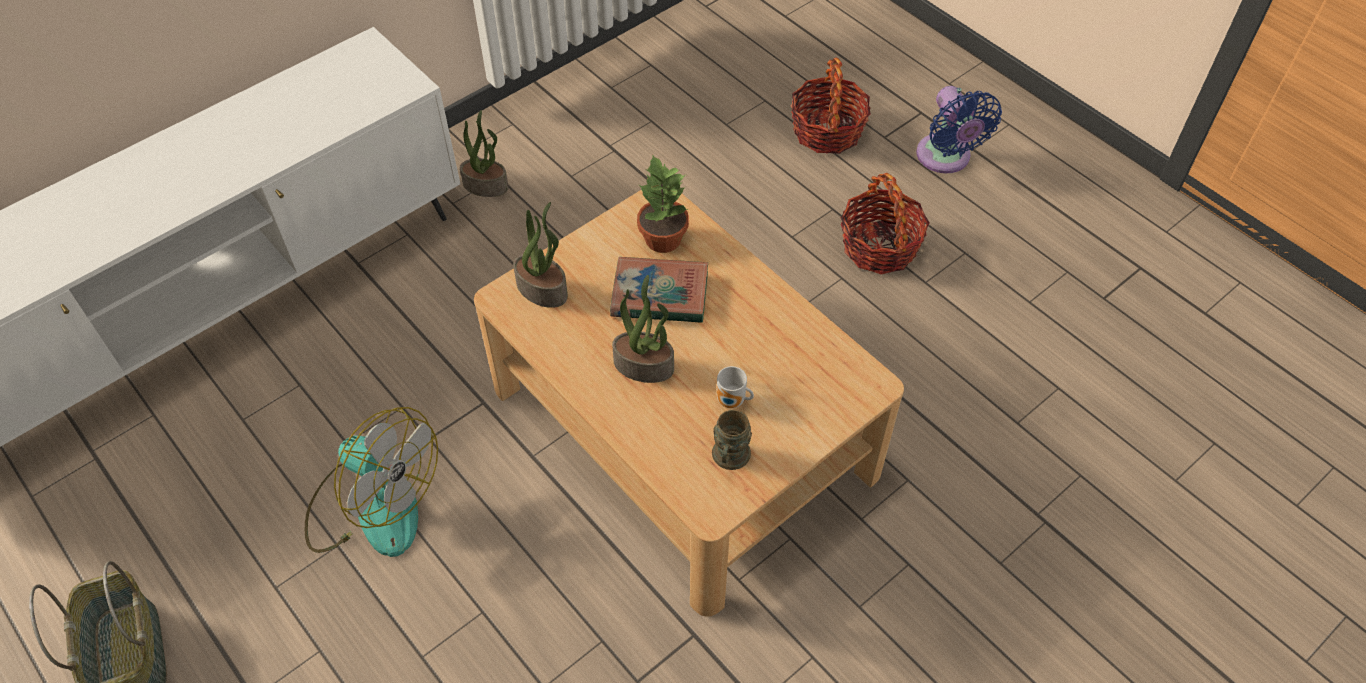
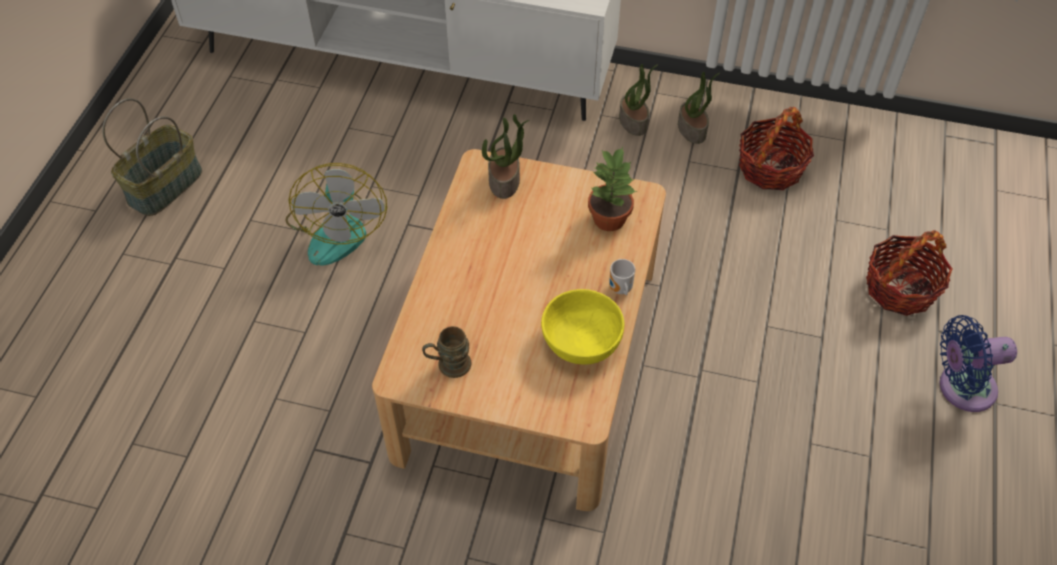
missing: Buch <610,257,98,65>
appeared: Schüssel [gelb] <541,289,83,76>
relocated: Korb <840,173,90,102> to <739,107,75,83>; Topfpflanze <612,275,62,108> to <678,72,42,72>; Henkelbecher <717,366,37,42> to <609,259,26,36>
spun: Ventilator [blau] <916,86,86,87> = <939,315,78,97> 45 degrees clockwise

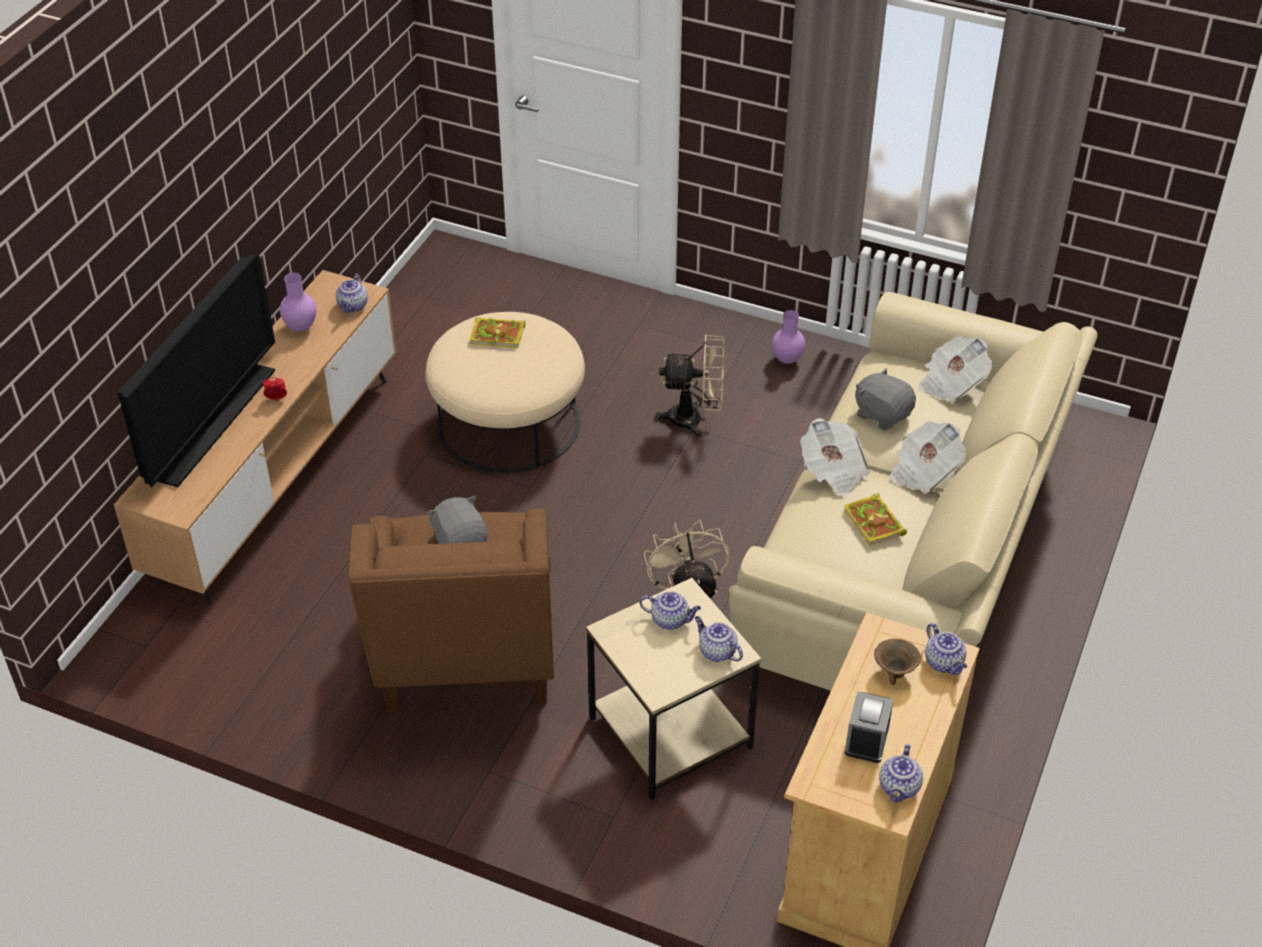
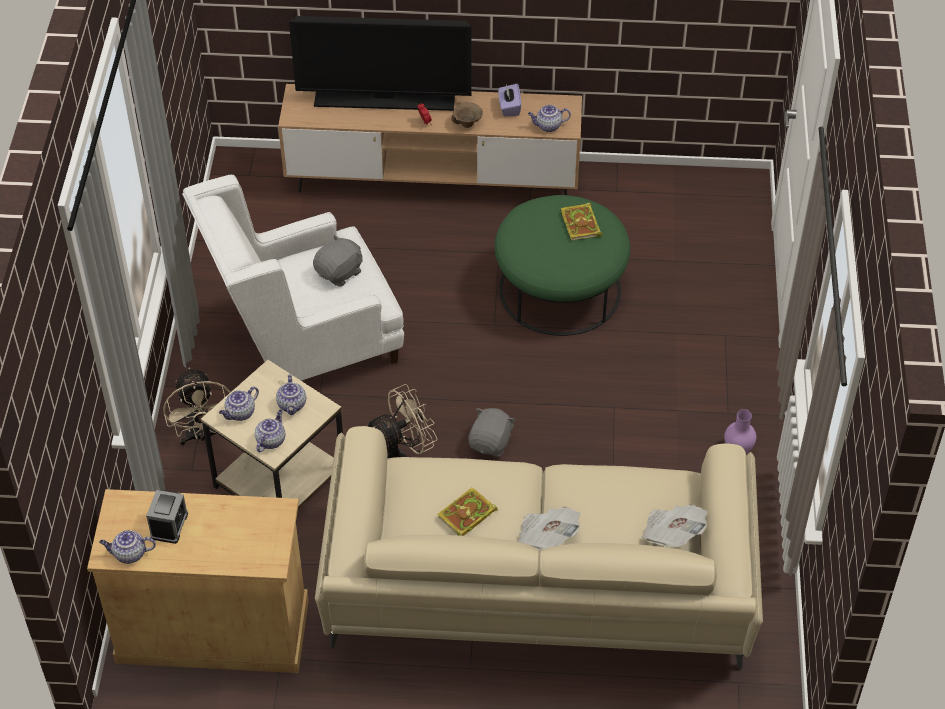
missing: Zeitung <800,418,70,79>
relocated: Ventilator [beige] <655,334,70,104> to <163,367,67,78>; Plüschtier [grau] <855,368,61,62> to <468,408,47,49>; Teekanne <925,623,42,52> to <219,387,40,34>; Schüssel [braun] <874,638,47,47> to <451,102,32,26>
exchanged: Vase [lila] <280,273,36,59> to Taschentuchbox [lila] <498,84,23,32>
colour: Polsterhocker [beige] <425,312,160,161> to Polsterhocker [grün] <495,195,135,141>; Sessel [braun] <348,509,206,203> to Sessel [weiß] <182,175,222,206>
spun: Wecker <845,691,48,72> = <146,490,42,54> 105 degrees clockwise

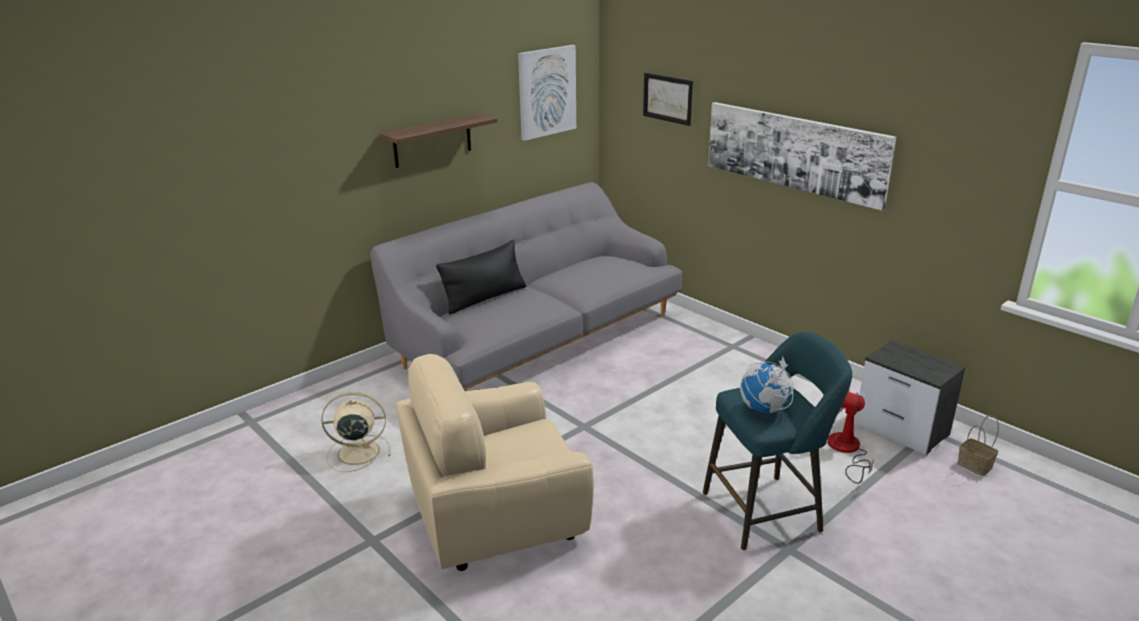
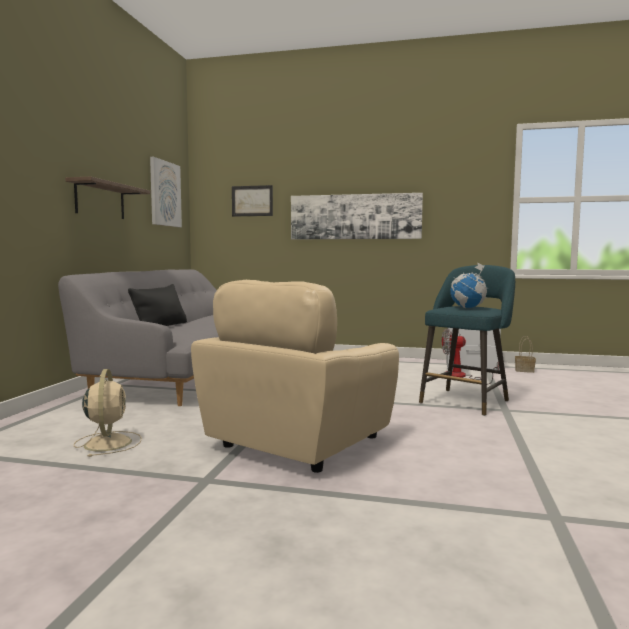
spun: Ventilator [beige] <321,392,70,80> = <73,369,69,88> 120 degrees clockwise

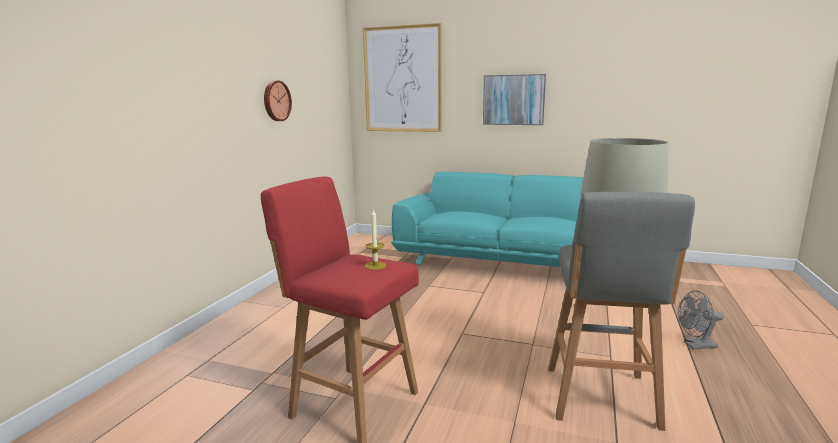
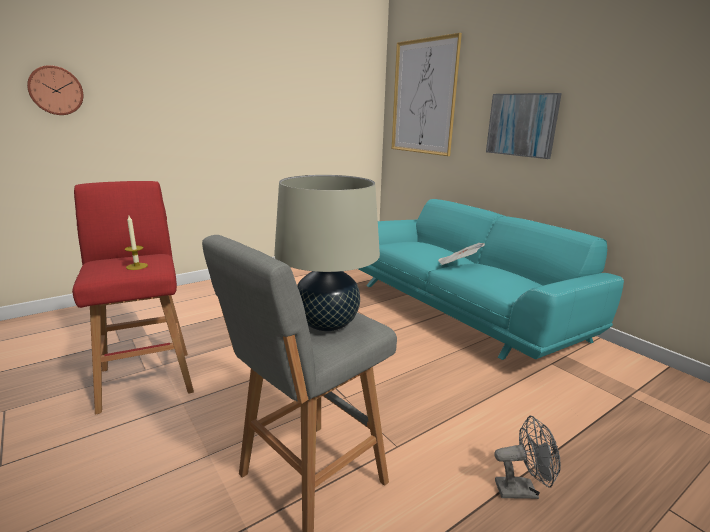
appeared: Zeitung <438,243,47,22>
relocated: Wanduhr <264,81,28,40> to <27,65,56,50>
spun: Ventilator [grau] <678,291,46,59> = <494,416,67,83> 150 degrees clockwise

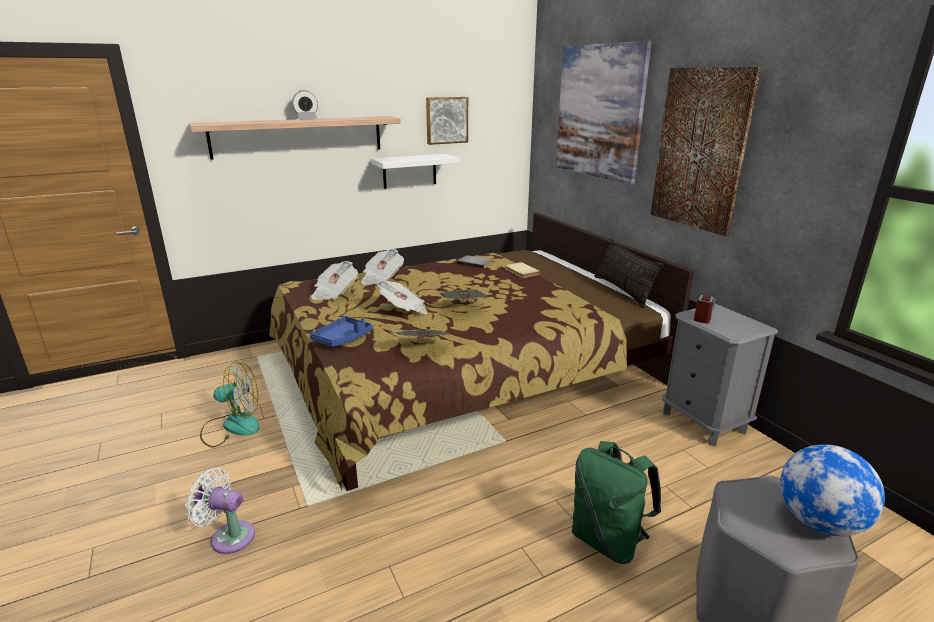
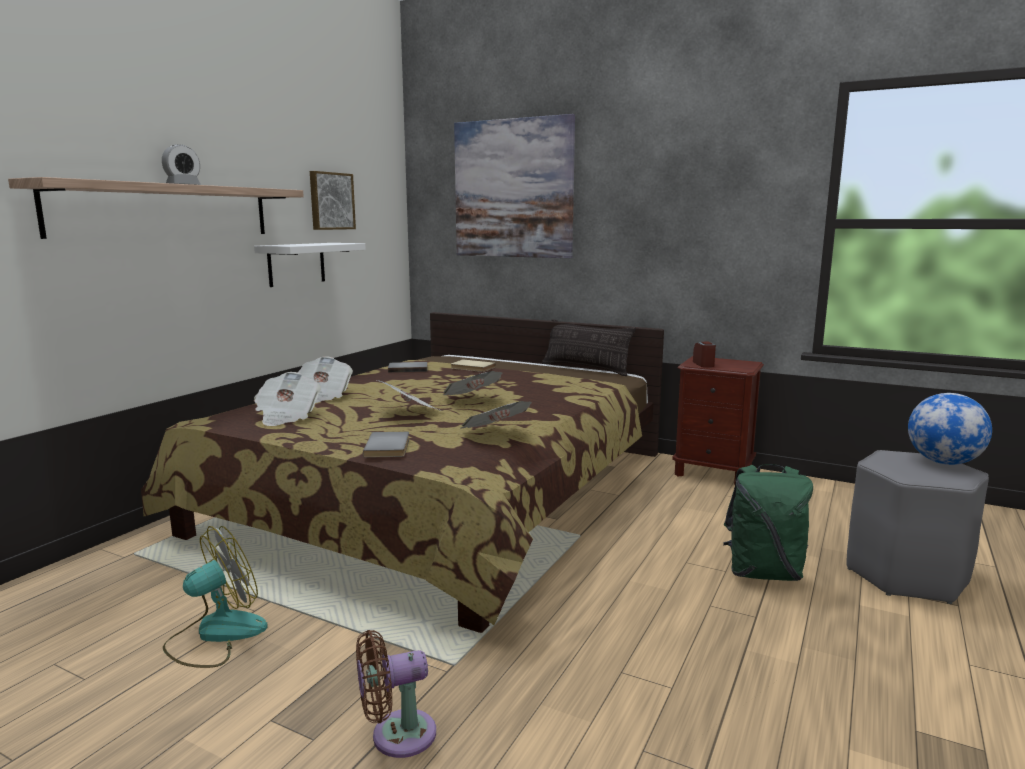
missing: Bild <651,67,110,169>
exchanged: Tablett [blau] <310,316,63,31> to Buch [grau] <363,432,46,26>
colour: Nachttisch [grau] <662,304,116,142> to Nachttisch [braun] <672,356,92,129>; Ventilator [weiß] <185,468,70,86> to Ventilator [braun] <356,630,80,128>

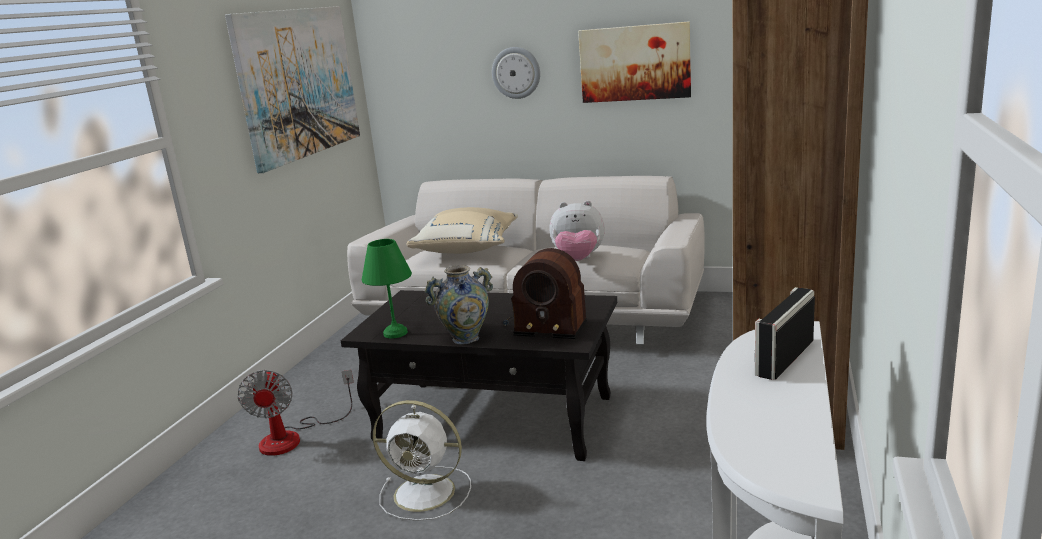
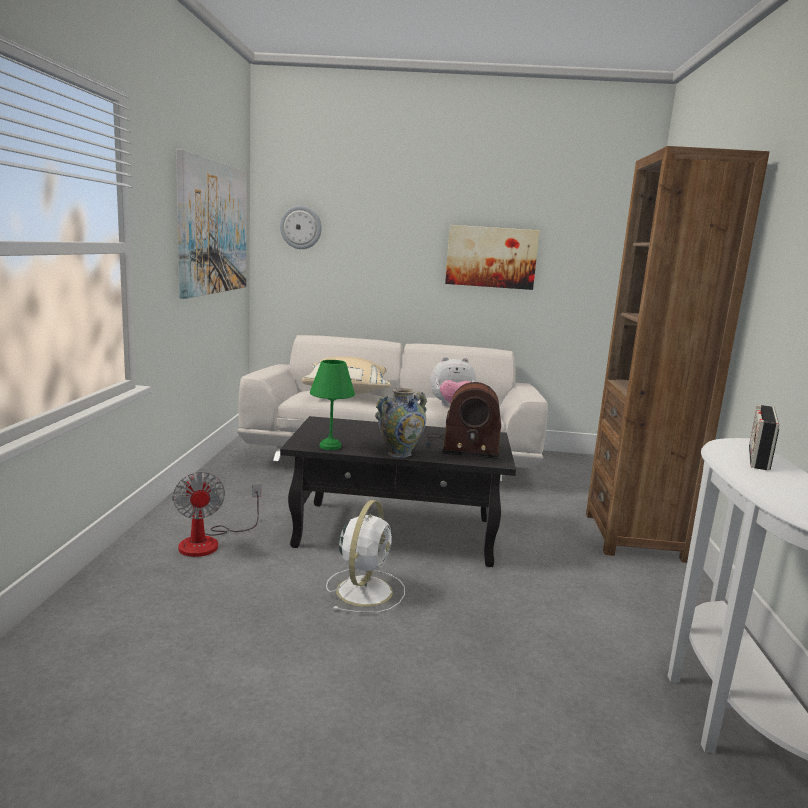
relocated: Wanduhr <492,47,48,52> to <280,205,42,44>
spun: Ventilator [weiß] <373,400,98,121> = <326,500,79,113> 75 degrees counterclockwise

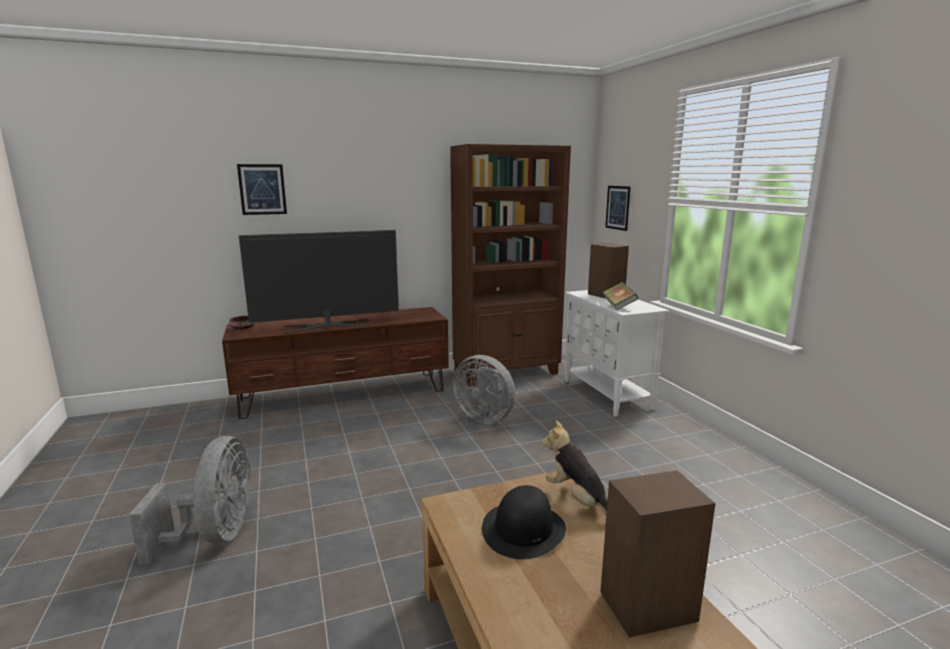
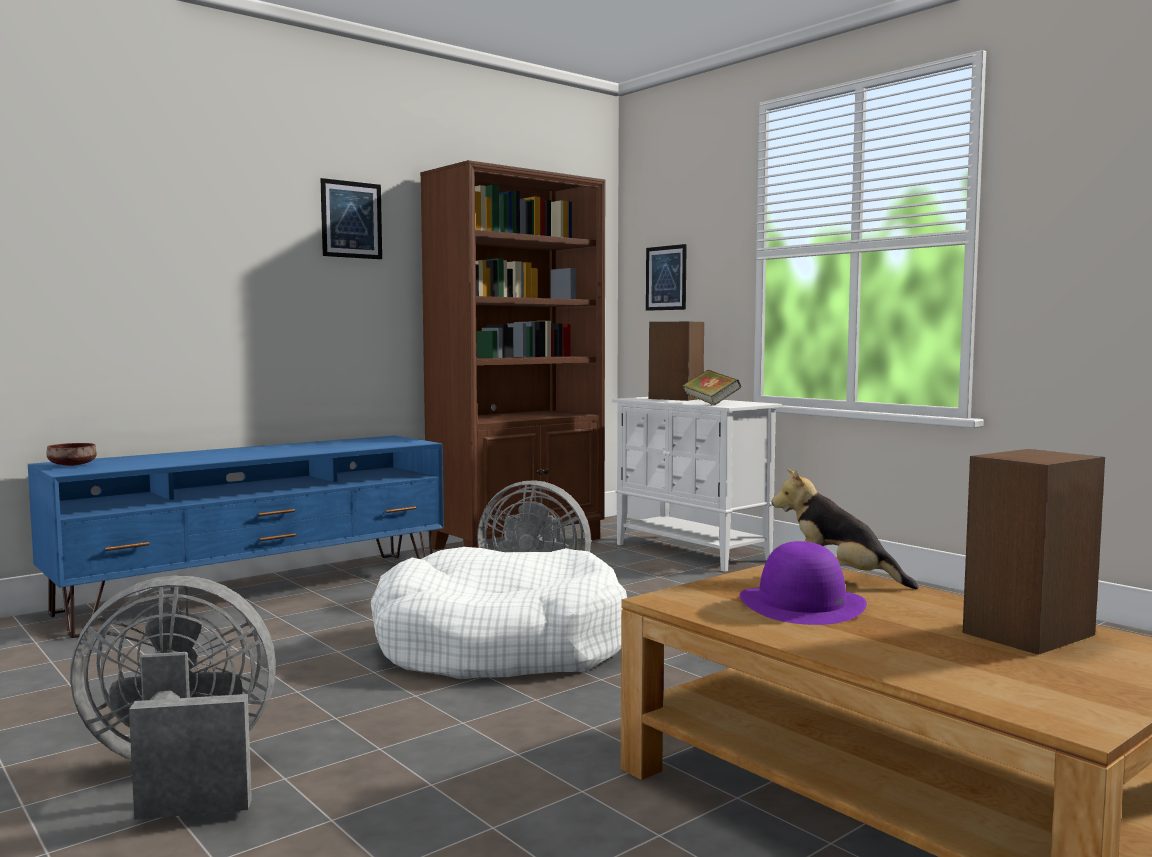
missing: Fernseher <239,230,160,104>
appeared: Hundebett [weiß] <370,547,257,132>
relocated: Bild <237,164,50,51> to <321,178,61,81>
colour: Fernsehschrank [braun] <222,307,227,112> to Fernsehschrank [blau] <28,435,416,203>; Hut [schwarz] <482,485,84,74> to Hut [lila] <740,541,127,84>
spun: Ventilator [grau] <129,436,123,128> = <70,576,206,243> 75 degrees counterclockwise

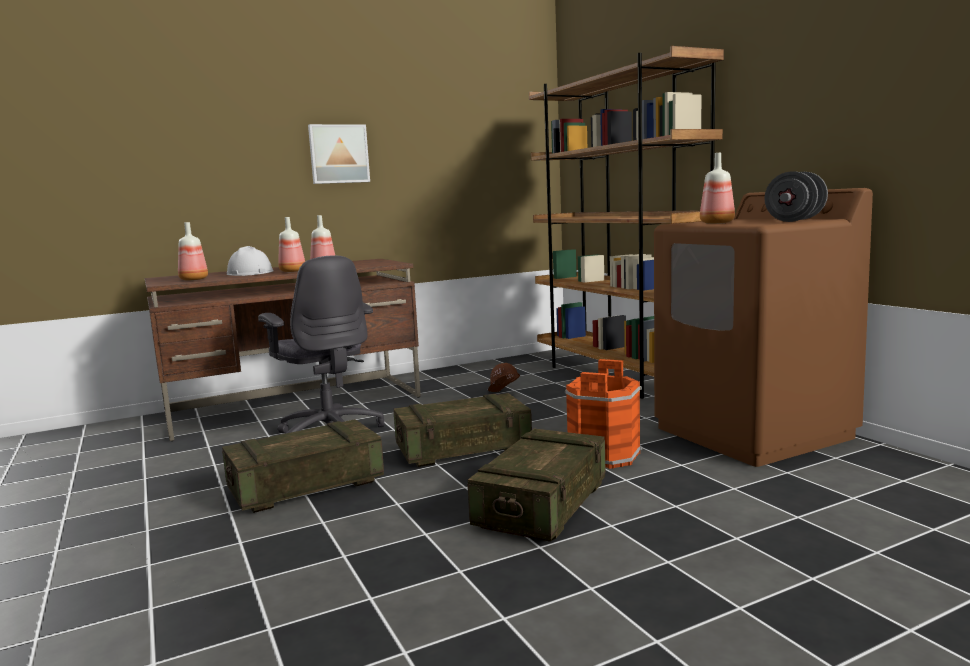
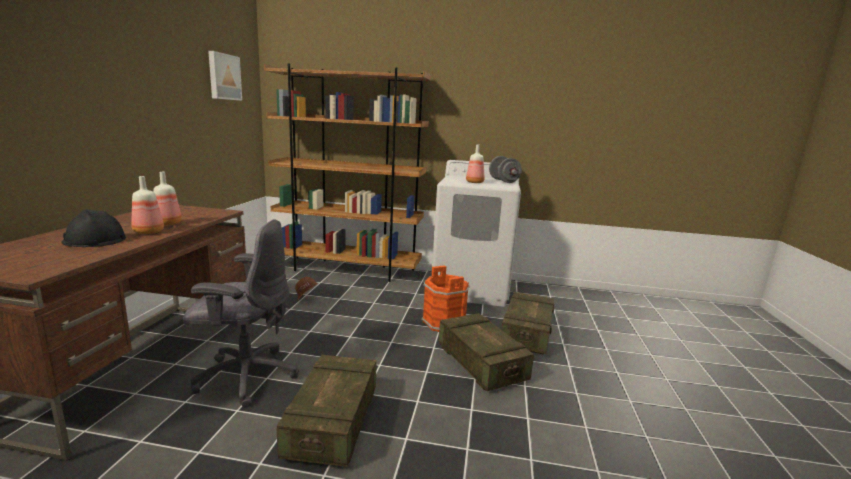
missing: Flasche <178,222,30,59>
relocated: Bild <308,124,62,60> to <208,51,34,50>; Kiste <394,393,138,74> to <501,292,53,62>
colour: Waschmaschine [braun] <654,188,219,279> to Waschmaschine [weiß] <432,160,89,147>; Schutzhelm [weiß] <227,246,47,30> to Schutzhelm [schwarz] <61,209,65,38>

